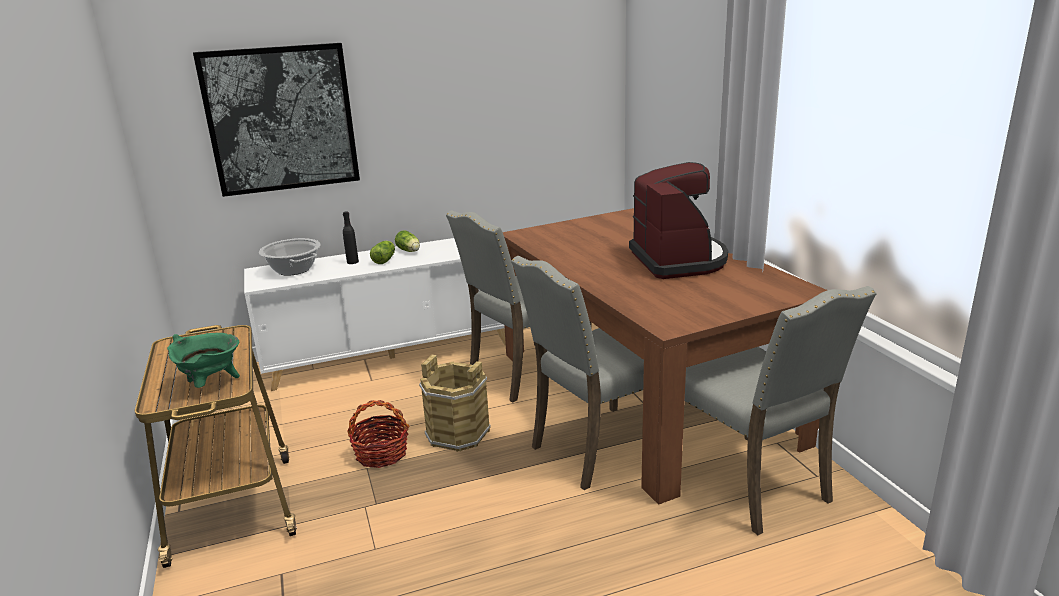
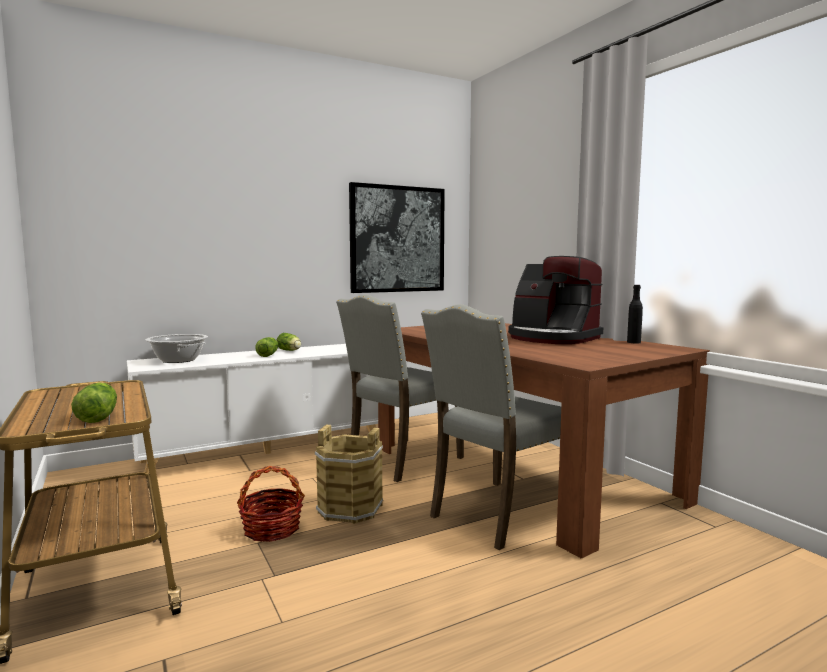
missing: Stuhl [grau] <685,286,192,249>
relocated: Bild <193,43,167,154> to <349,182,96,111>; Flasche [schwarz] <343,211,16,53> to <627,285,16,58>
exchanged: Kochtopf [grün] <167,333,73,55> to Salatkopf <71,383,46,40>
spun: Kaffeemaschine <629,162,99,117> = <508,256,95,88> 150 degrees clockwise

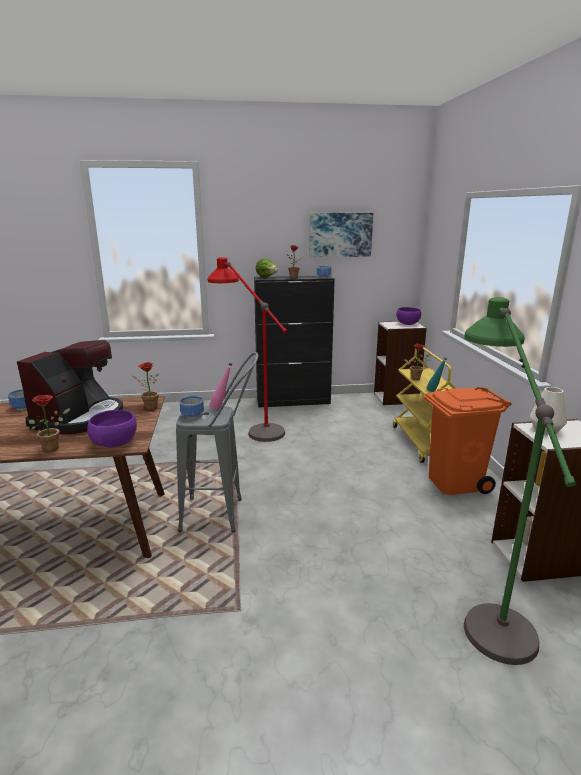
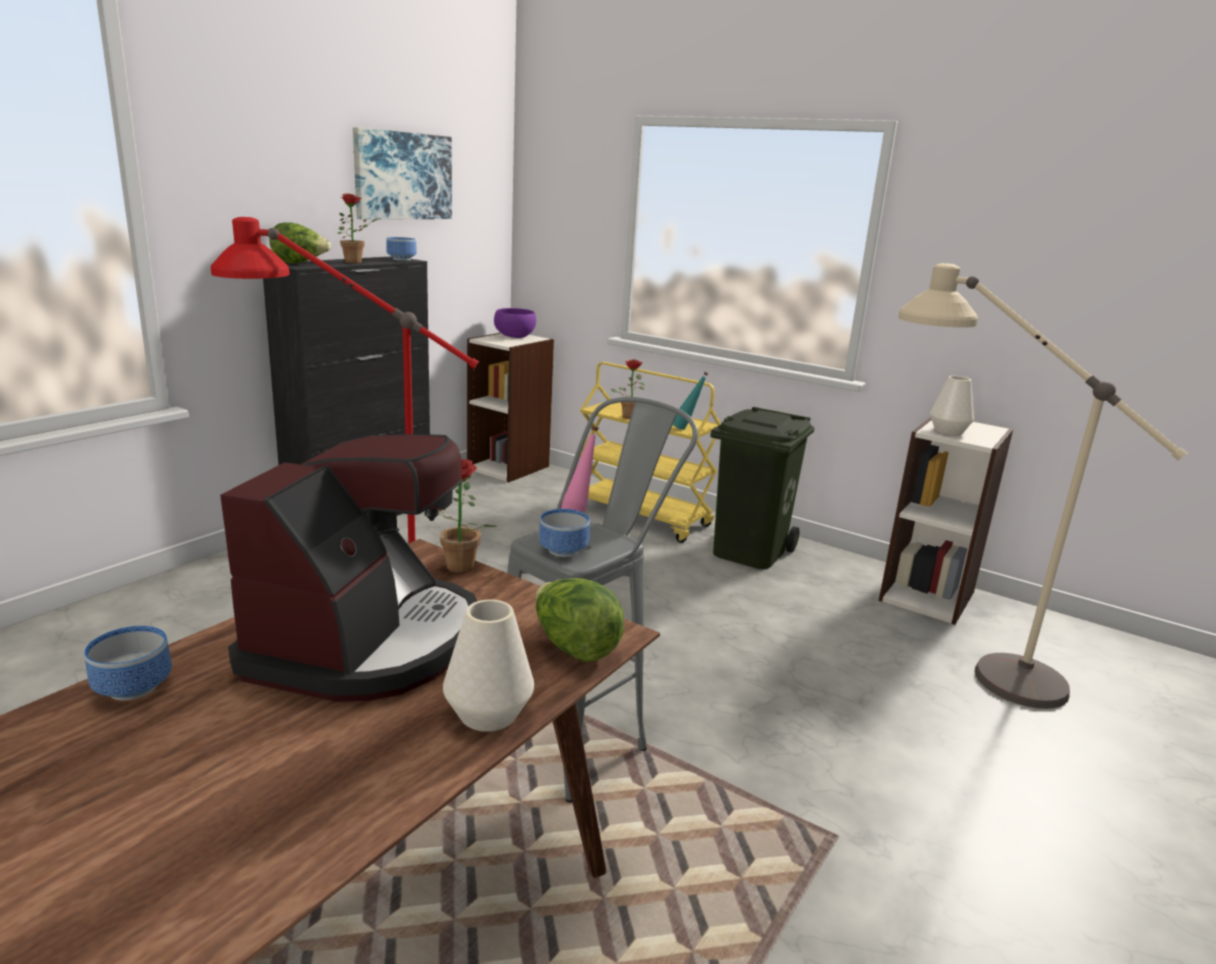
exchanged: Topfpflanze <29,395,42,57> to Vase [weiß] <443,599,91,133>; Schüssel [lila] <87,410,50,37> to Salatkopf <536,578,88,84>
colour: Stehlampe [grün] <464,297,112,368> to Stehlampe [beige] <898,263,289,446>; Mülleimer [orange] <424,387,88,108> to Mülleimer [grün] <710,407,104,162>
spun: Kaffeemaschine <17,340,106,94> = <220,434,257,268> 45 degrees clockwise

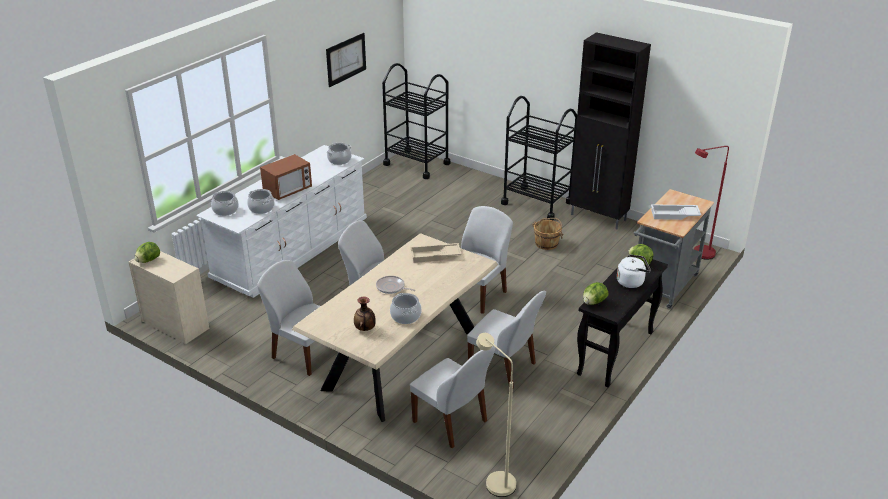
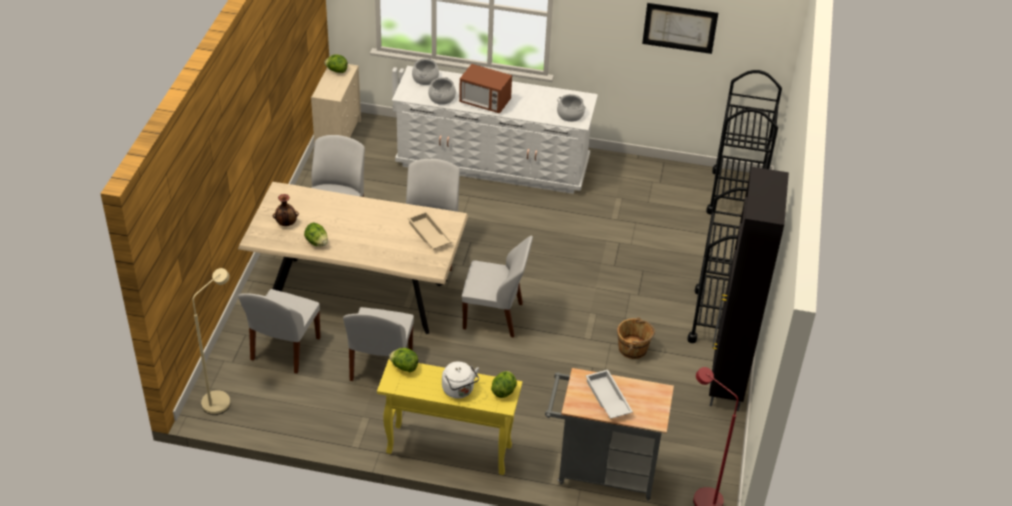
missing: Pfanne <376,276,40,18>
exchanged: Kochtopf <390,293,32,31> to Salatkopf <304,223,24,24>
colour: Konsolentisch [schwarz] <577,256,91,131> to Konsolentisch [gelb] <377,359,145,116>

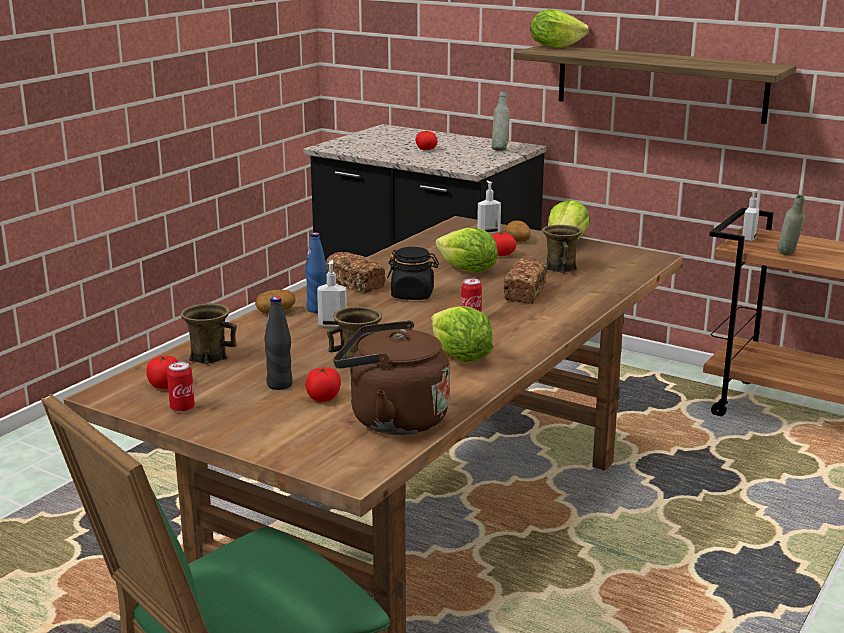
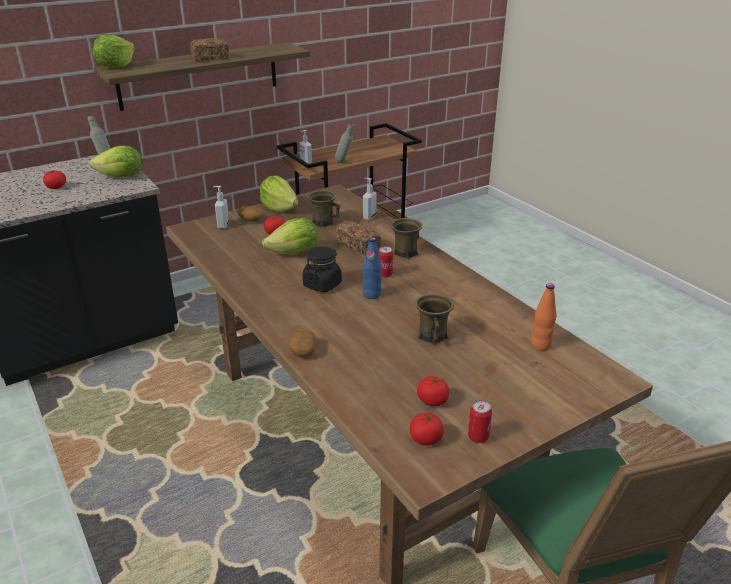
missing: Flasche [schwarz] <264,296,29,94>
relocated: Flasche [blau] <305,232,22,81> to <363,237,19,62>; Brot <326,251,59,42> to <190,38,39,23>; Seifenspender <317,260,30,67> to <363,178,14,42>; Henkelbecher [braun] <181,303,56,61> to <391,218,31,41>; Salatkopf <431,306,62,56> to <90,145,53,33>; Tomate <306,367,35,35> to <417,376,32,30>
exchanged: Wasserkessel [braun] <333,321,117,114> to Flasche [orange] <531,283,25,68>

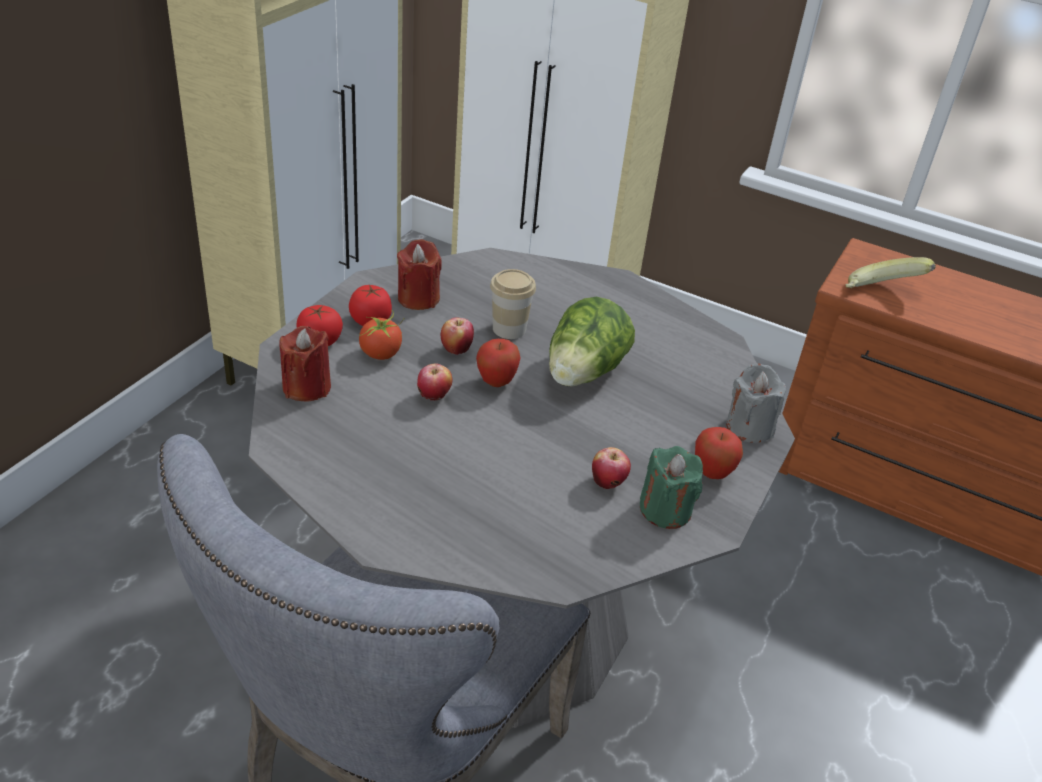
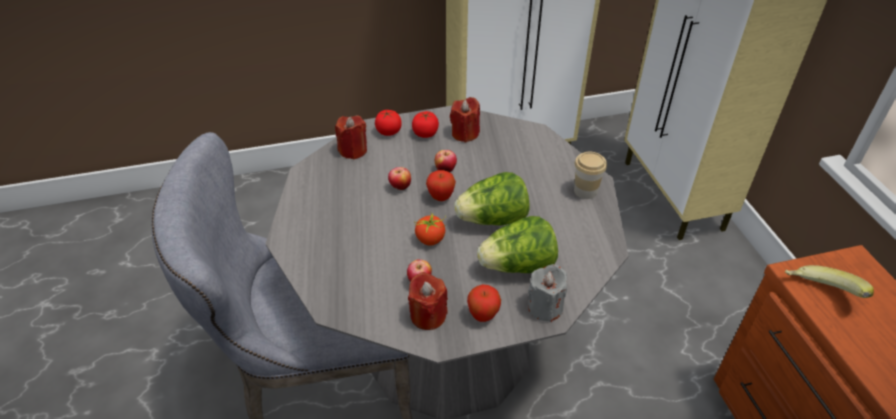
appeared: Salatkopf <477,216,81,57>
relocated: Tasse <490,269,46,70> to <574,152,33,47>; Tomate <359,310,46,50> to <414,214,32,31>
colour: Kerze [grün] <640,446,63,83> to Kerze [rot] <408,272,40,58>

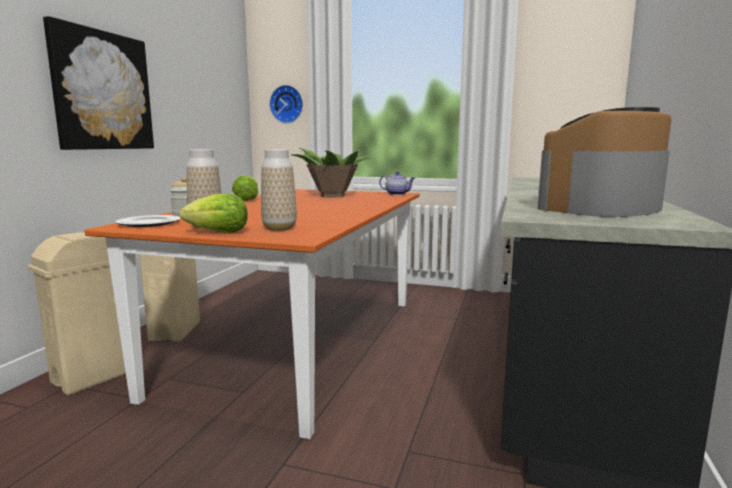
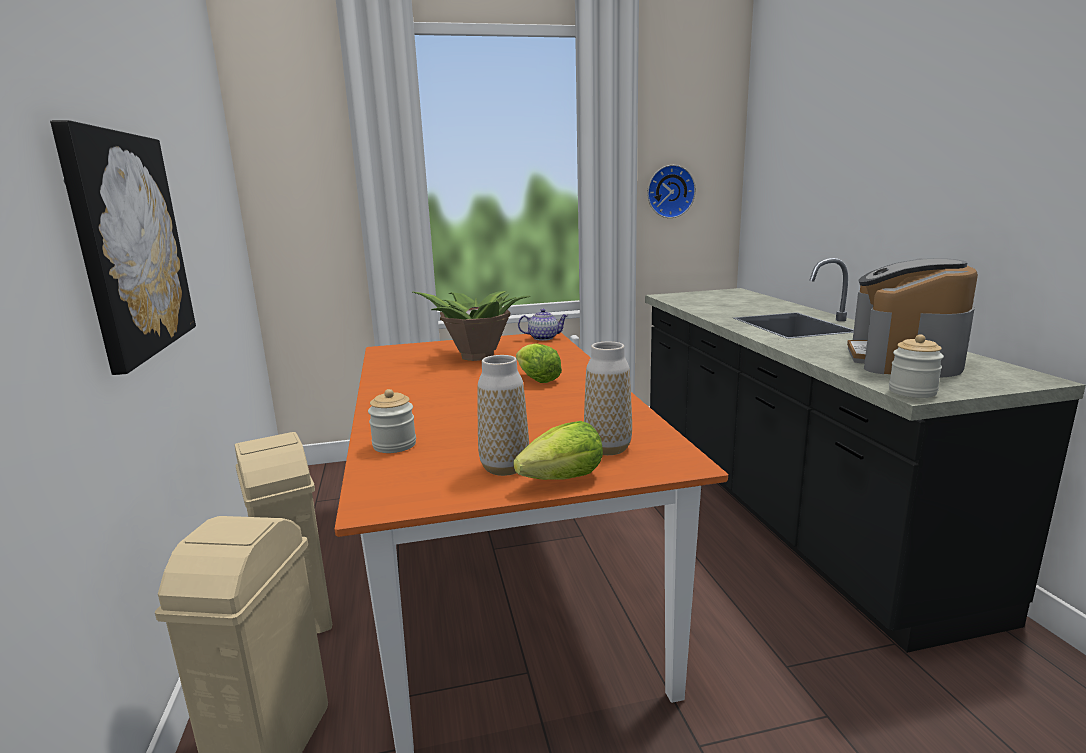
missing: Teller <115,215,65,12>
appeared: Vorratsglas <889,334,55,64>
relocated: Wanduhr <269,85,34,38> to <648,165,48,53>; Salatkopf <232,175,27,26> to <516,343,46,40>

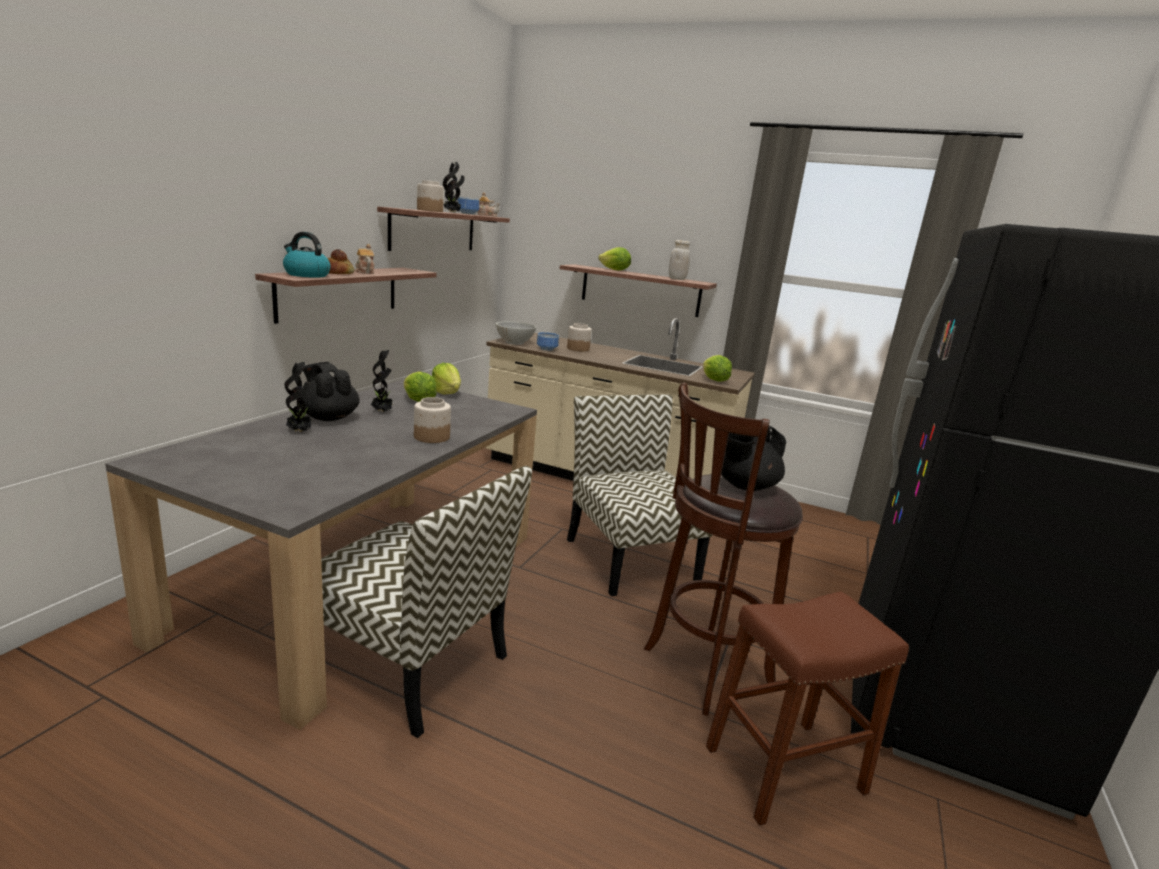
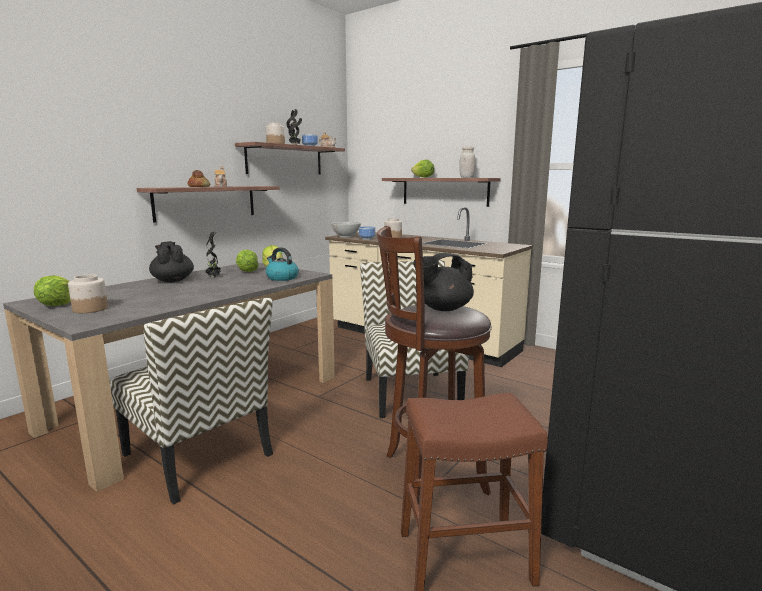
missing: Topfpflanze <284,362,29,70>
relocated: Wasserkessel <283,232,48,46> to <266,247,33,34>; Salatkopf <703,355,29,27> to <34,275,37,31>; Vorratsglas <414,397,37,46> to <68,274,40,39>

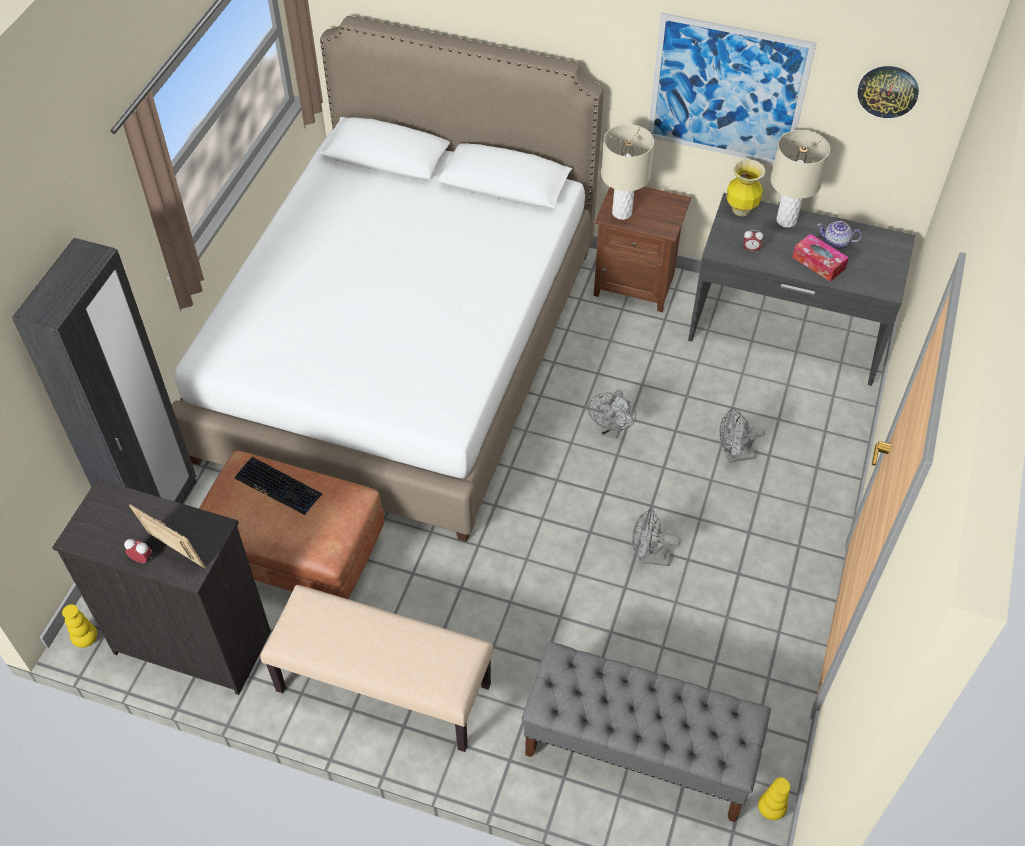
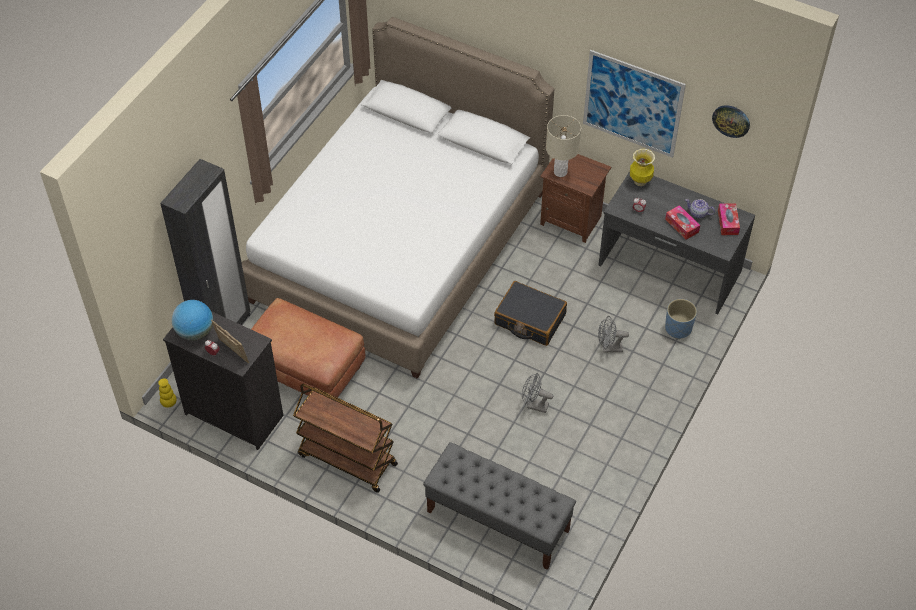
missing: Tischlampe [beige] <770,130,60,98>; Tastatur <234,457,88,58>; Vase [gelb] <758,777,32,43>
appeared: Taschentuchbox <718,203,22,32>; Pflanzkübel [blau] <665,299,32,40>; Globus <171,300,42,41>
exchanged: Ventilator [grau] <588,390,48,49> to Koffer [schwarz] <494,281,73,65>; Bank [beige] <260,585,233,167> to Rollwagen [braun] <293,384,105,109>

